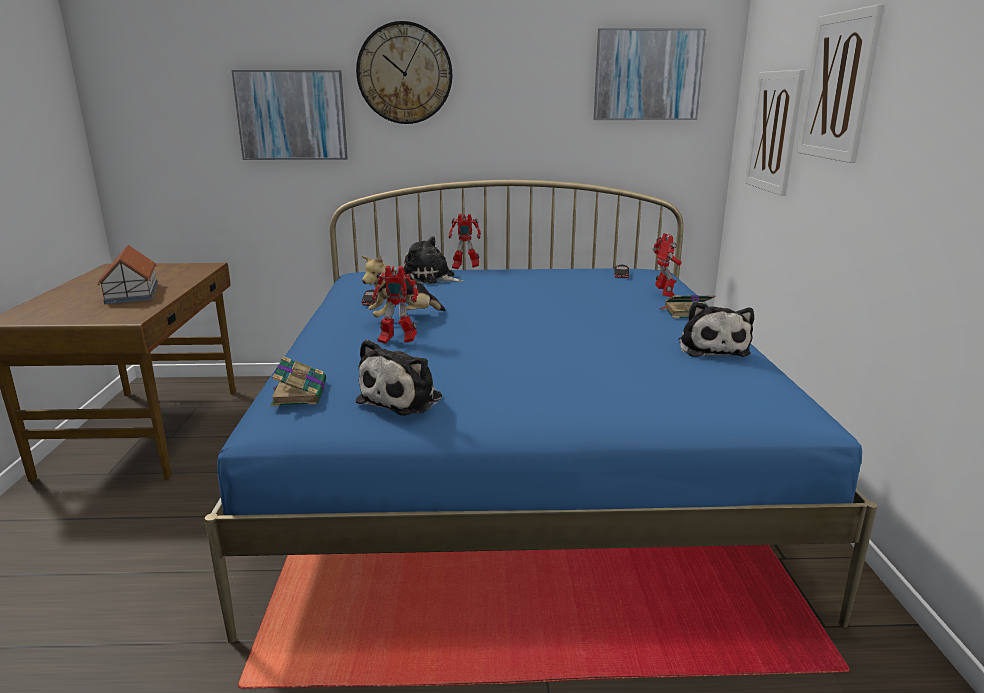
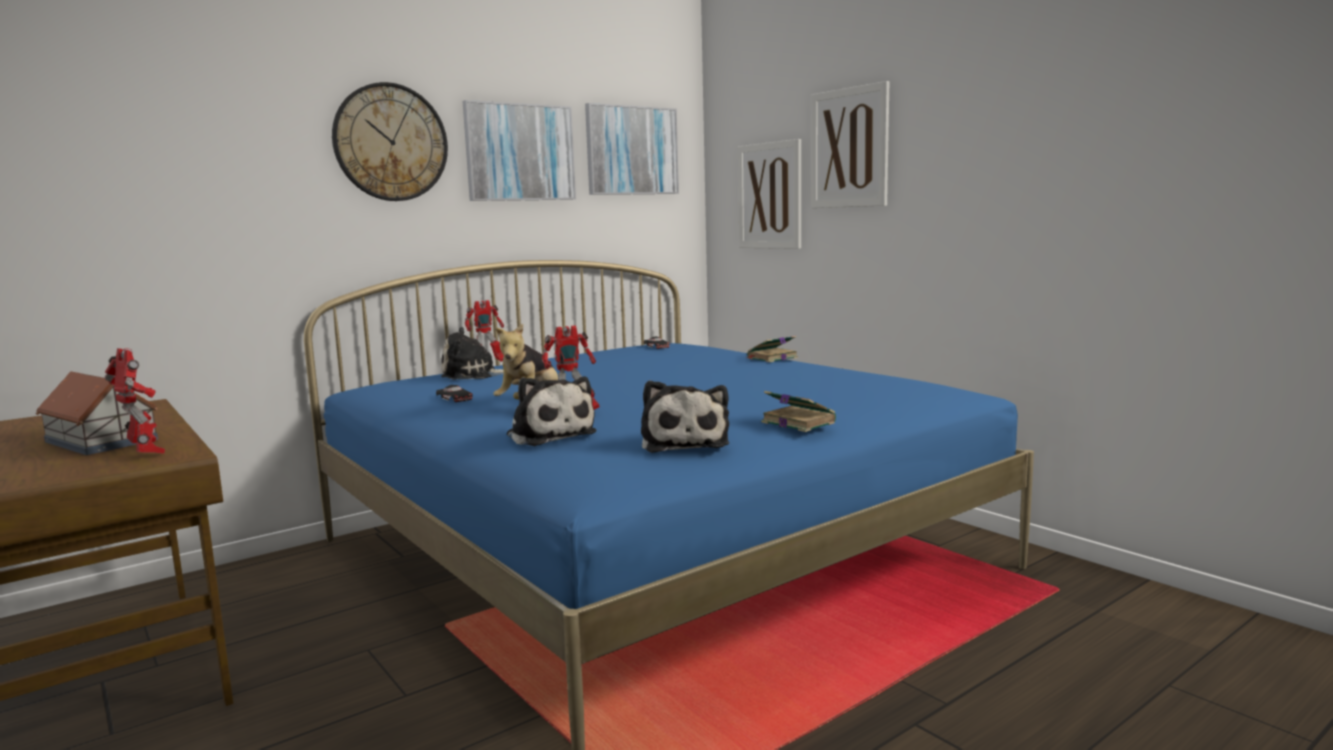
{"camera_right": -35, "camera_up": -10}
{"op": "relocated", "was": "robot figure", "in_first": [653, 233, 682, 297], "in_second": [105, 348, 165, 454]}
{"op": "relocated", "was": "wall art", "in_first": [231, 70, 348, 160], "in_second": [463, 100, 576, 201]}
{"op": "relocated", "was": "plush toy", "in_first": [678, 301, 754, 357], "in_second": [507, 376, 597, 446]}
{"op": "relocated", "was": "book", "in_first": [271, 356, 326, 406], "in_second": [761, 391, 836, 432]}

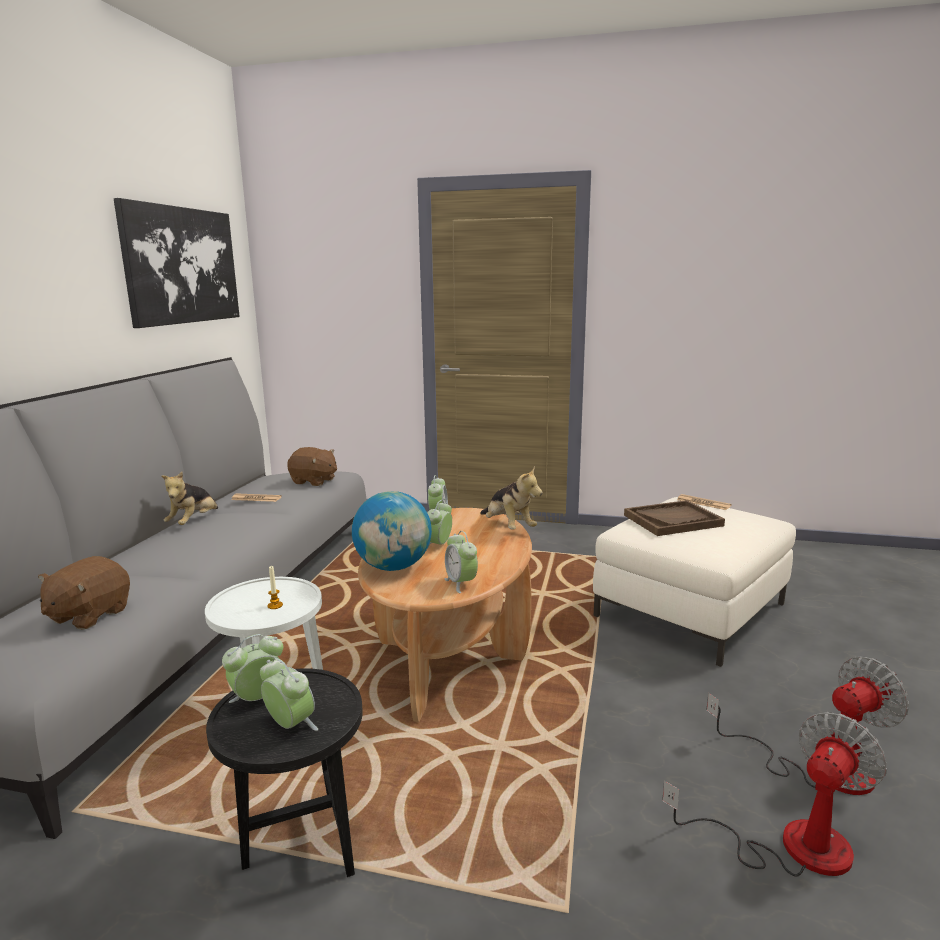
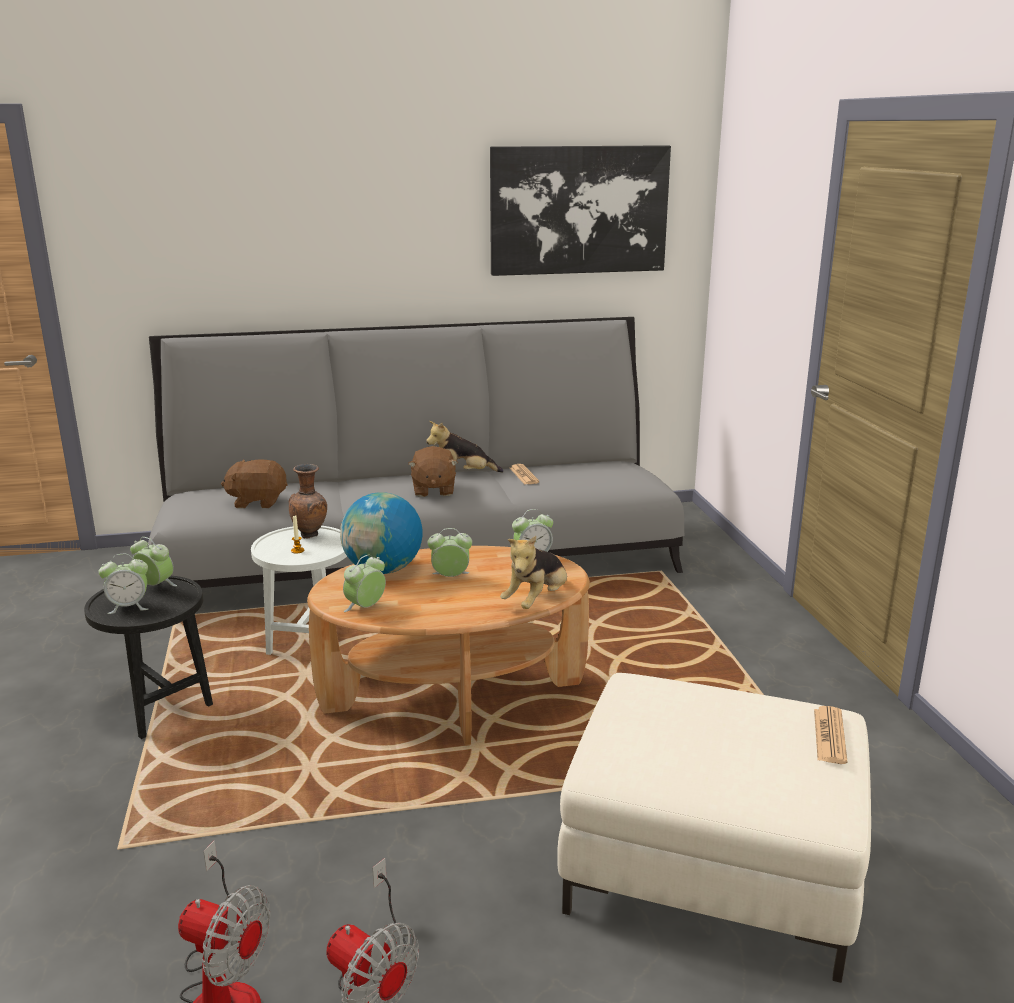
{"camera_right": 65, "camera_up": 5}
{"op": "spun", "was": "bedside clock", "in_first": [260, 658, 318, 731], "in_second": [98, 554, 148, 614], "clockwise": 60}
{"op": "appeared", "now": "vase (brownish)", "in_second": [289, 464, 327, 539]}
{"op": "relocated", "was": "plush toy (brownish)", "in_first": [287, 447, 337, 486], "in_second": [408, 446, 458, 497]}
{"op": "missing", "was": "tray (brownish)", "in_first": [624, 500, 725, 536]}

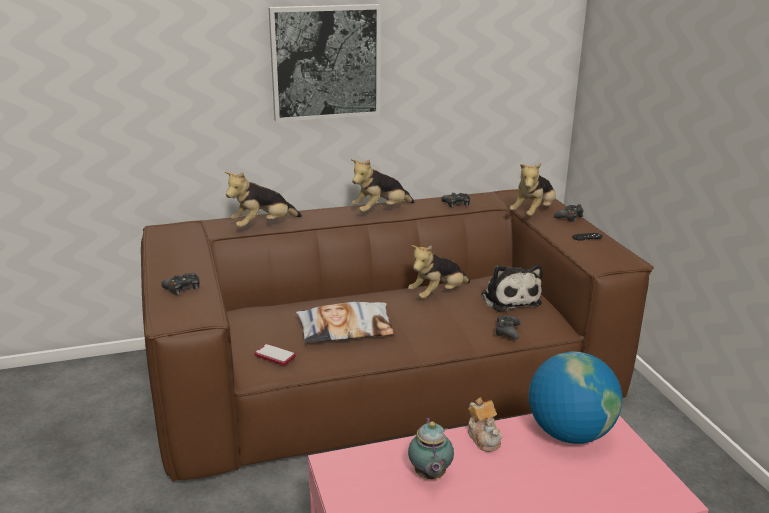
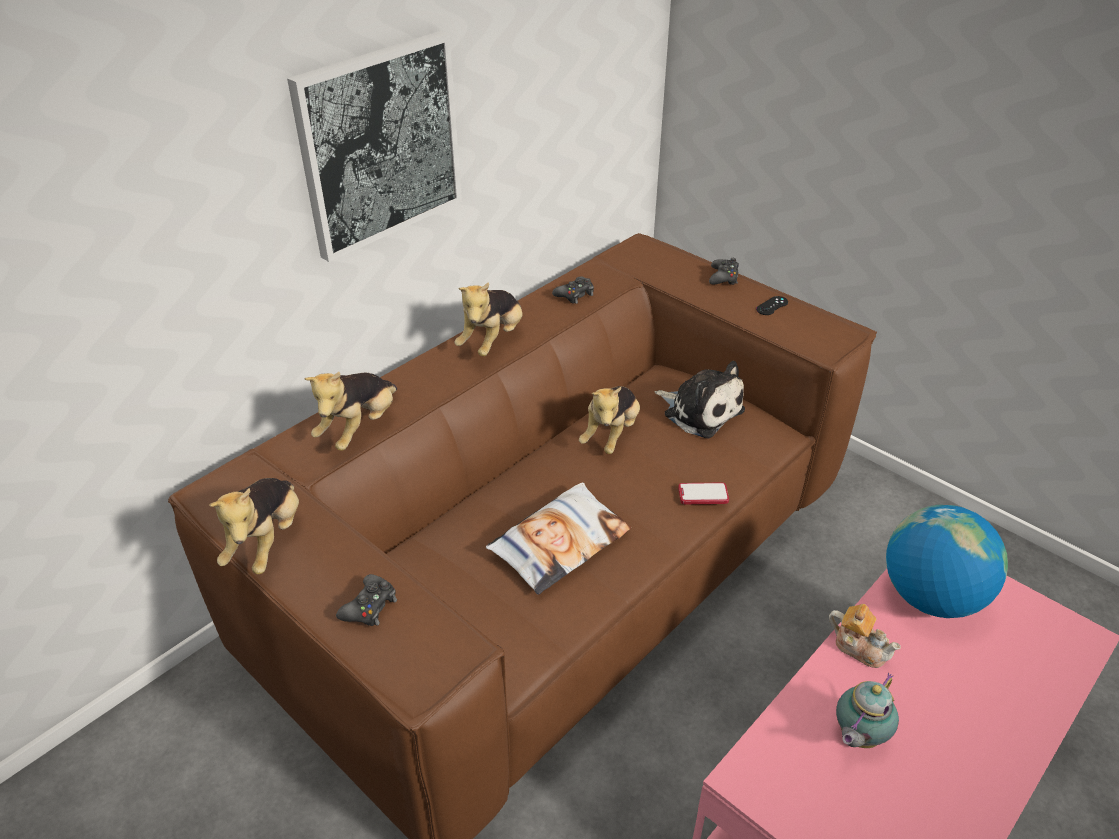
{"camera_right": -30, "camera_up": 15}
{"op": "relocated", "was": "plush toy", "in_first": [509, 162, 556, 216], "in_second": [209, 478, 299, 574]}
{"op": "relocated", "was": "handset", "in_first": [255, 344, 296, 365], "in_second": [678, 483, 729, 504]}
{"op": "spun", "was": "tea pot", "in_first": [408, 418, 454, 479], "in_second": [836, 673, 899, 748], "clockwise": 75}
{"op": "missing", "was": "game controller (blackish)", "in_first": [494, 315, 521, 339]}

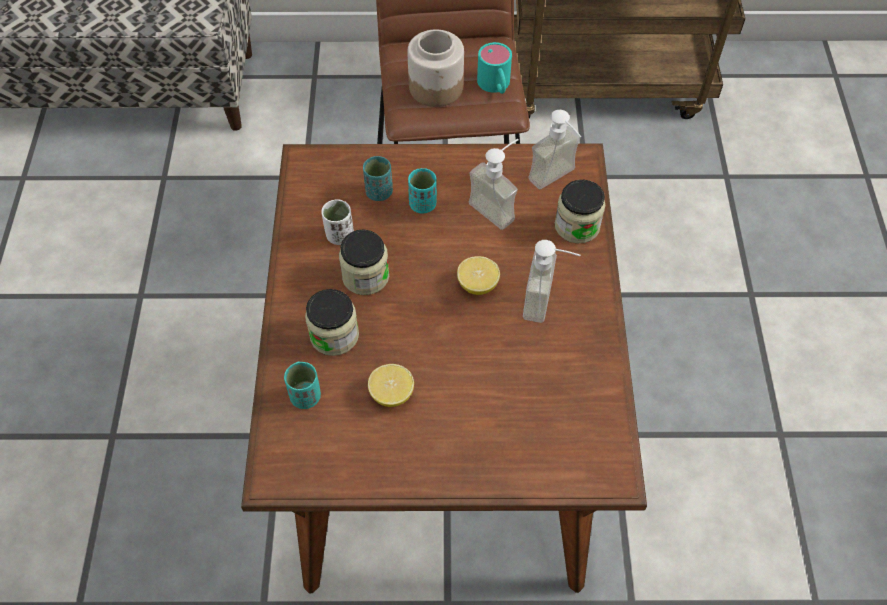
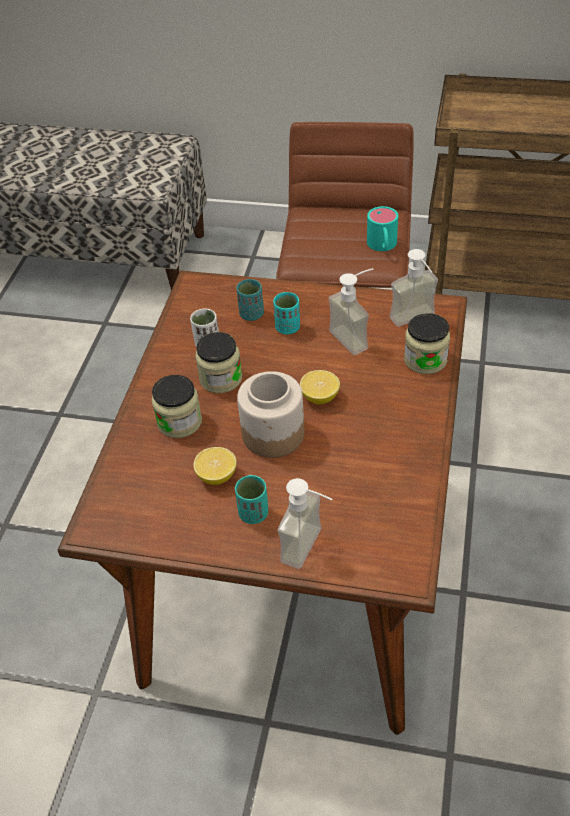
{"camera_right": 15, "camera_up": -10}
{"op": "relocated", "was": "small cup (turquoise)", "in_first": [284, 361, 321, 409], "in_second": [235, 475, 268, 524]}
{"op": "relocated", "was": "preserve jar", "in_first": [407, 30, 464, 107], "in_second": [237, 371, 304, 458]}
{"op": "relocated", "was": "soap bottle", "in_first": [523, 240, 580, 323], "in_second": [277, 478, 332, 569]}

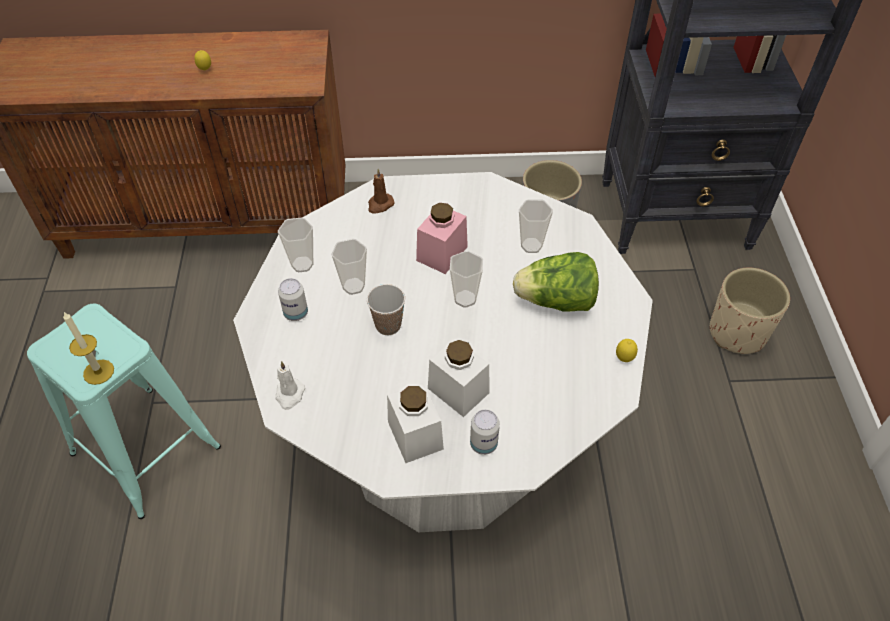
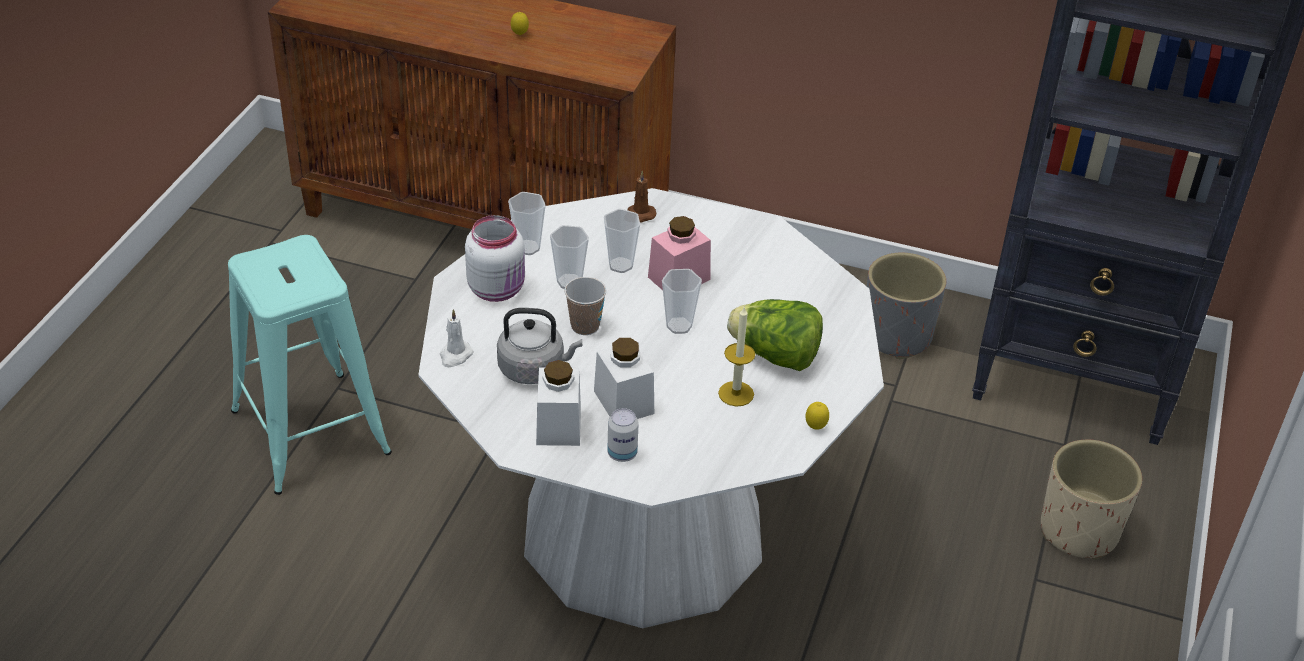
{"camera_right": 20, "camera_up": -10}
{"op": "exchanged", "was": "metal can", "now": "preserve jar (white)", "in_first": [278, 278, 308, 321], "in_second": [465, 215, 525, 302]}
{"op": "appeared", "now": "water kettle (gray)", "in_second": [497, 308, 582, 384]}
{"op": "relocated", "was": "small cup", "in_first": [519, 199, 553, 253], "in_second": [604, 209, 640, 273]}
{"op": "relocated", "was": "wax candle", "in_first": [63, 312, 114, 385], "in_second": [718, 307, 755, 407]}

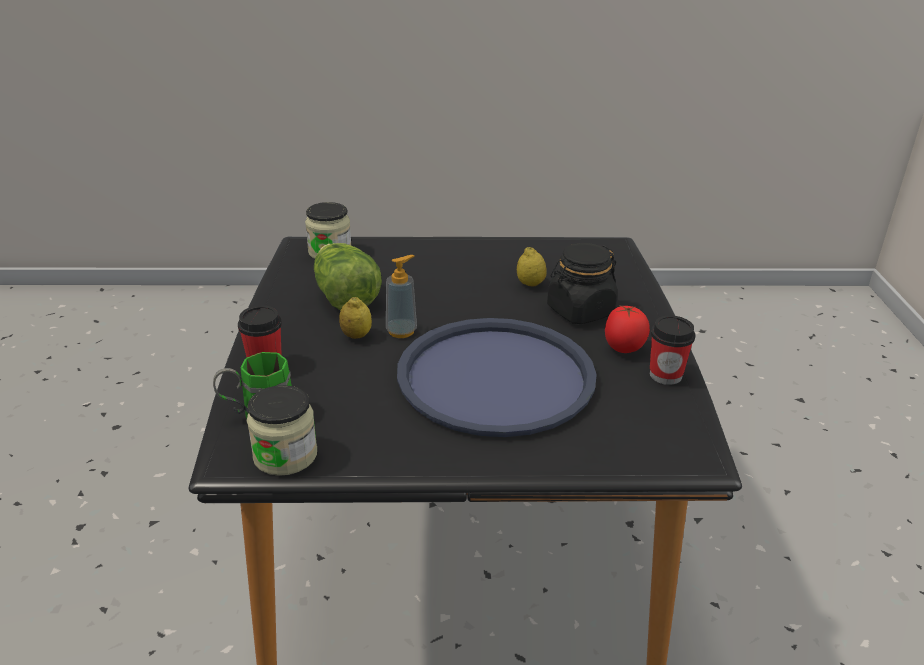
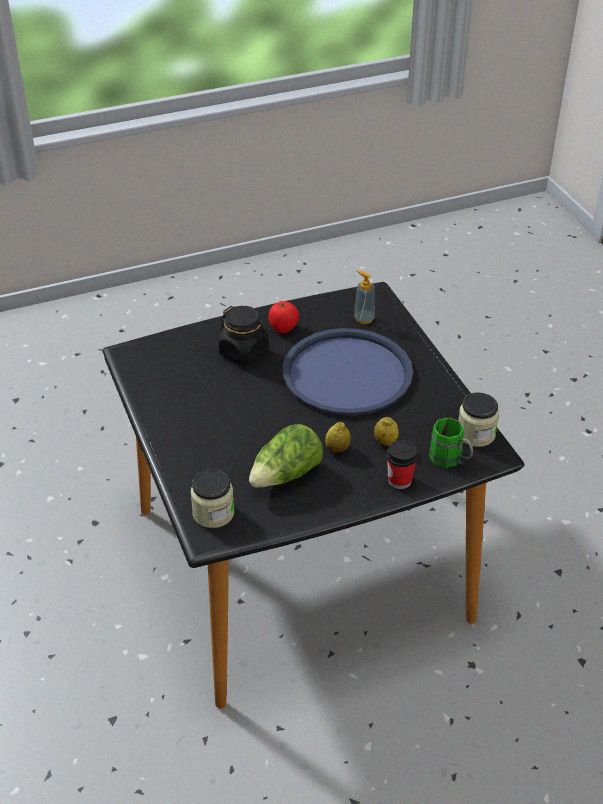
{"camera_right": -110, "camera_up": 10}
{"op": "relocated", "was": "soap bottle", "in_first": [386, 255, 417, 338], "in_second": [354, 270, 375, 324]}
{"op": "relocated", "was": "whole lemon", "in_first": [517, 247, 547, 287], "in_second": [374, 417, 399, 446]}
{"op": "missing", "was": "small cup", "in_first": [650, 315, 695, 385]}

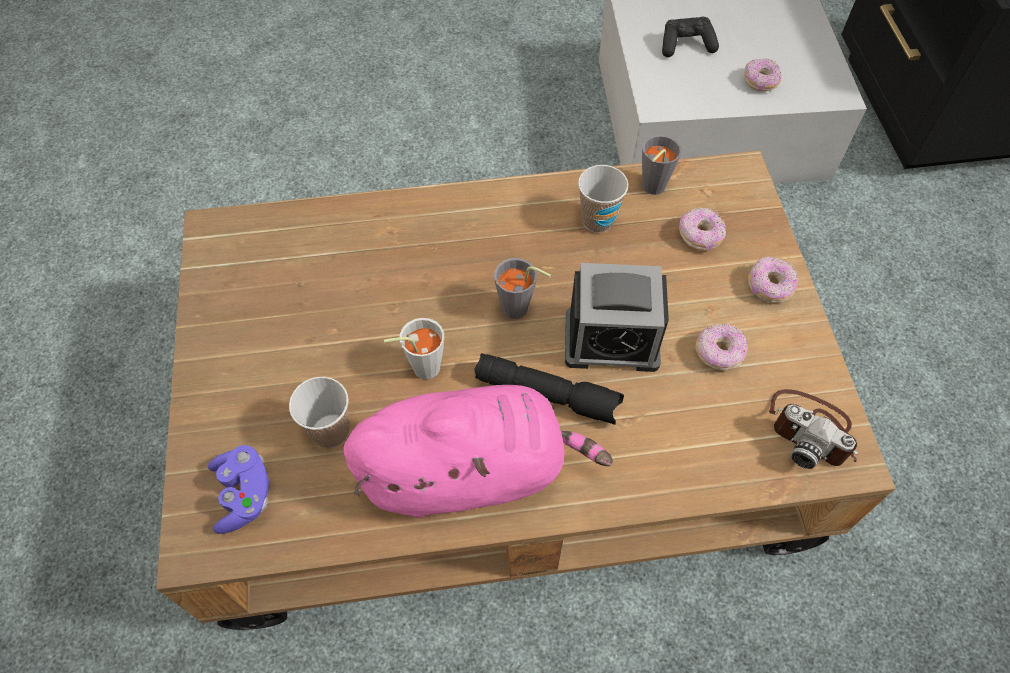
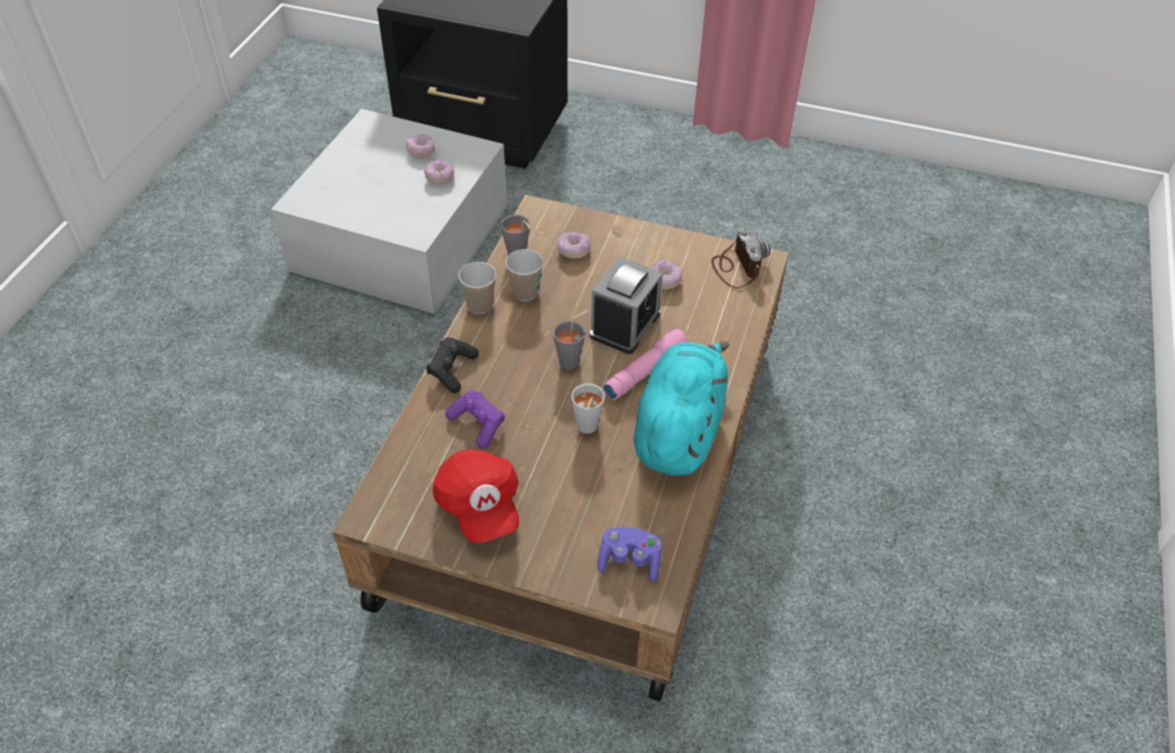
{"camera_right": -65, "camera_up": -10}
{"op": "relocated", "was": "doughnut", "in_first": [748, 256, 798, 303], "in_second": [406, 134, 435, 158]}
{"op": "relocated", "was": "game controller (blackish)", "in_first": [662, 17, 719, 57], "in_second": [426, 337, 479, 393]}
{"op": "appeared", "now": "cap (reddish)", "in_second": [433, 449, 519, 543]}
{"op": "appeared", "now": "game controller (purplish)", "in_second": [445, 390, 505, 449]}
{"op": "relocated", "was": "small cup", "in_first": [289, 377, 350, 448], "in_second": [458, 262, 496, 314]}
{"op": "colour", "was": "flashlight (blackish)", "now": "flashlight (pink)", "in_first": [474, 353, 624, 425], "in_second": [604, 329, 690, 400]}
{"op": "colour", "was": "plush toy (pink)", "now": "plush toy (turquoise)", "in_first": [343, 385, 613, 517], "in_second": [634, 341, 729, 476]}
{"op": "spun", "was": "still camera", "in_first": [769, 389, 858, 469], "in_second": [711, 230, 770, 288], "clockwise": -75}

